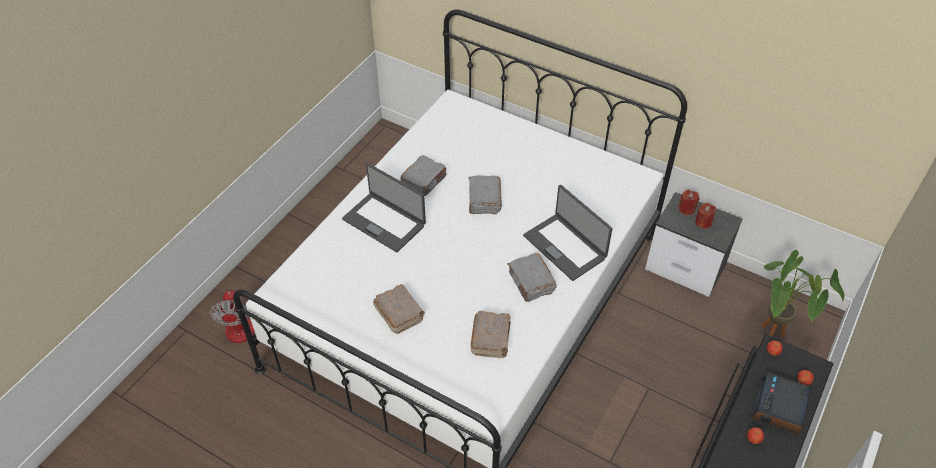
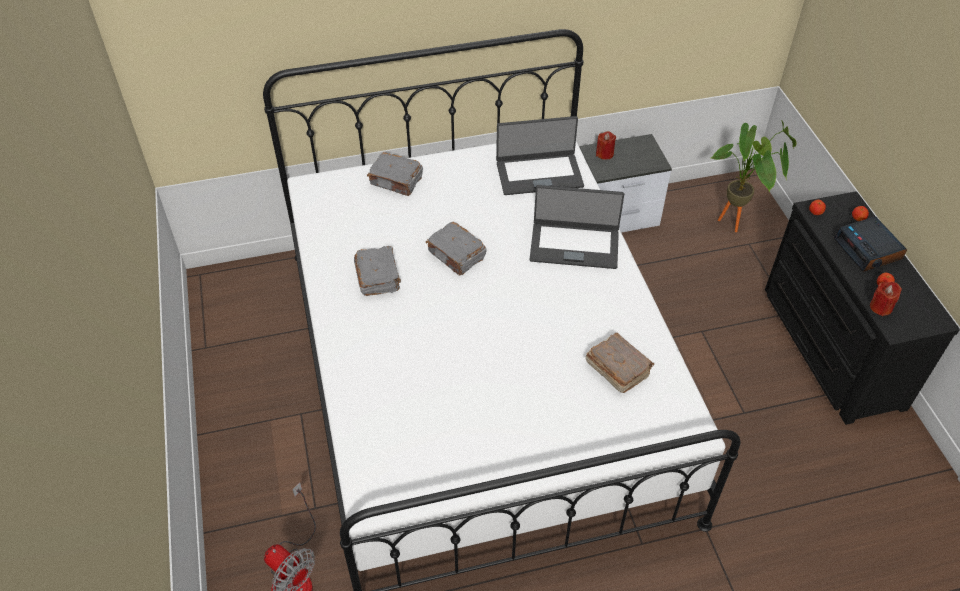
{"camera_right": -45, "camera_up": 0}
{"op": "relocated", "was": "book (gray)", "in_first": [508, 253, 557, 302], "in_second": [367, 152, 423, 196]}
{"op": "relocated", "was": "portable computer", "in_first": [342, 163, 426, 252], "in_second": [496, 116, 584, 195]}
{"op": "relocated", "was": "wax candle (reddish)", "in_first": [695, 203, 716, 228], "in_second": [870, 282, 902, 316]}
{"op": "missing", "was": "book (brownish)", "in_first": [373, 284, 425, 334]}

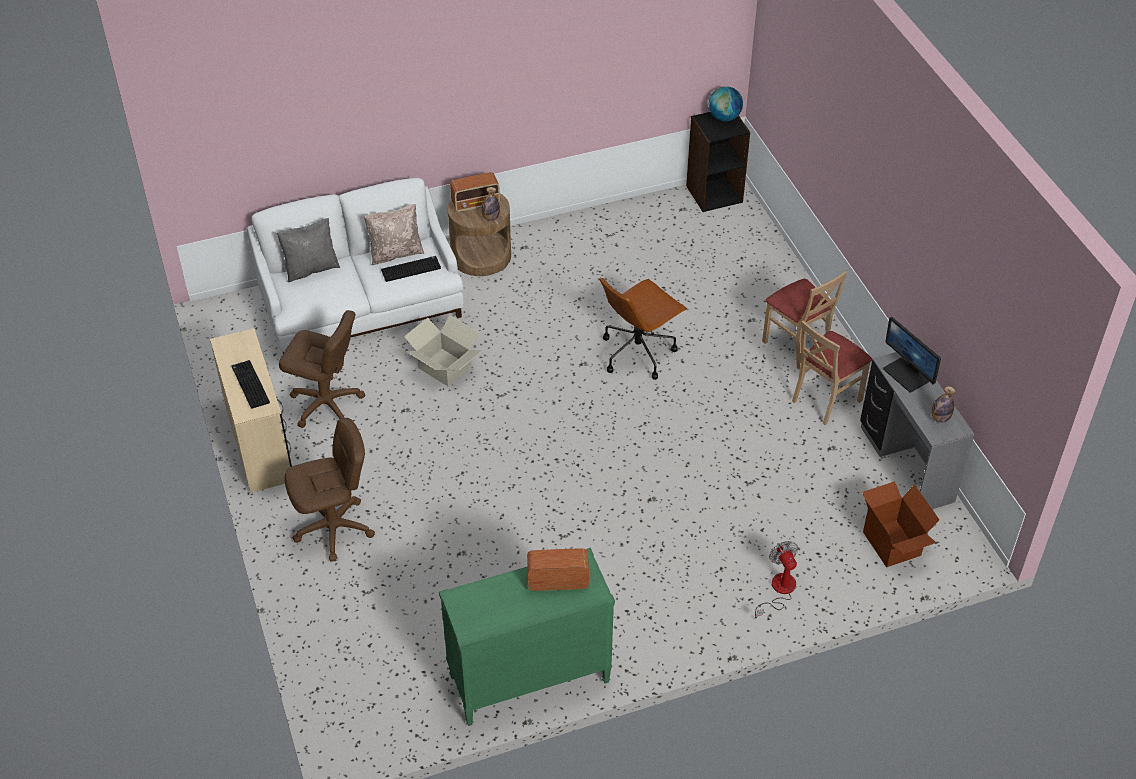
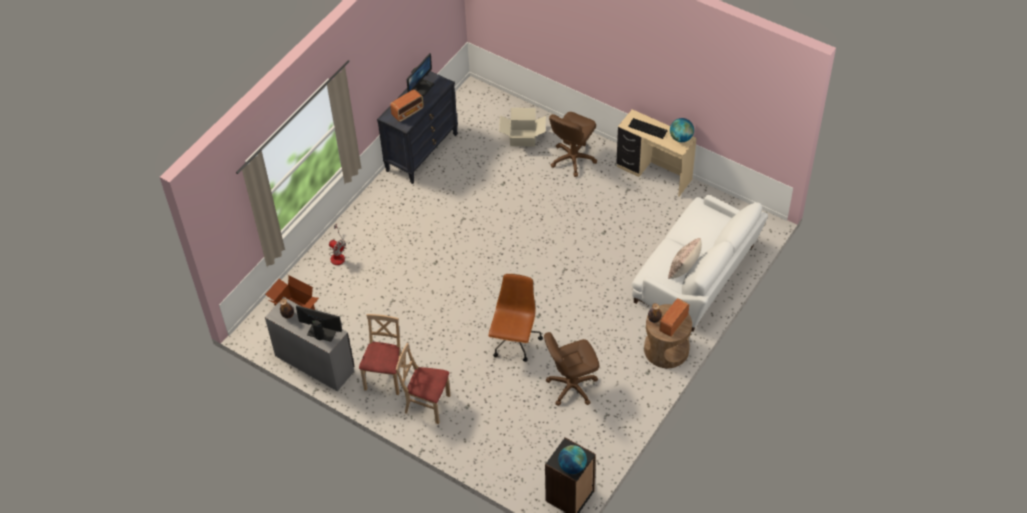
{"camera_right": 145, "camera_up": 5}
{"op": "colour", "was": "drawer chest (greenish)", "now": "drawer chest (blackish)", "in_first": [439, 548, 615, 726], "in_second": [377, 71, 458, 184]}
{"op": "appeared", "now": "computer display", "in_second": [407, 53, 434, 97]}
{"op": "relocated", "was": "cardboard box", "in_first": [404, 315, 483, 386], "in_second": [499, 108, 546, 147]}
{"op": "relocated", "was": "desk chair (brownish)", "in_first": [279, 310, 365, 428], "in_second": [544, 332, 599, 406]}
{"op": "appeared", "now": "world globe", "in_second": [670, 118, 694, 142]}
{"op": "missing", "was": "throw pillow (gray)", "in_first": [277, 218, 340, 282]}
{"op": "missing", "was": "keyboard", "in_first": [381, 256, 441, 282]}

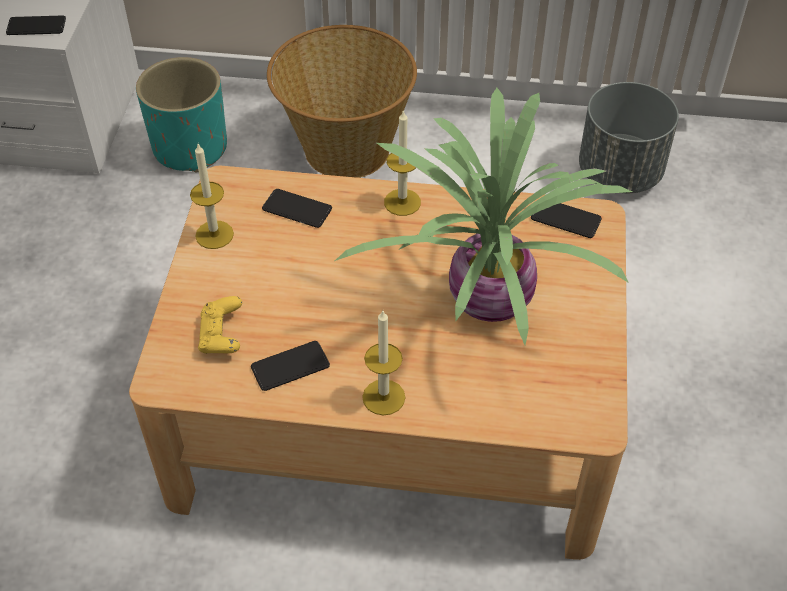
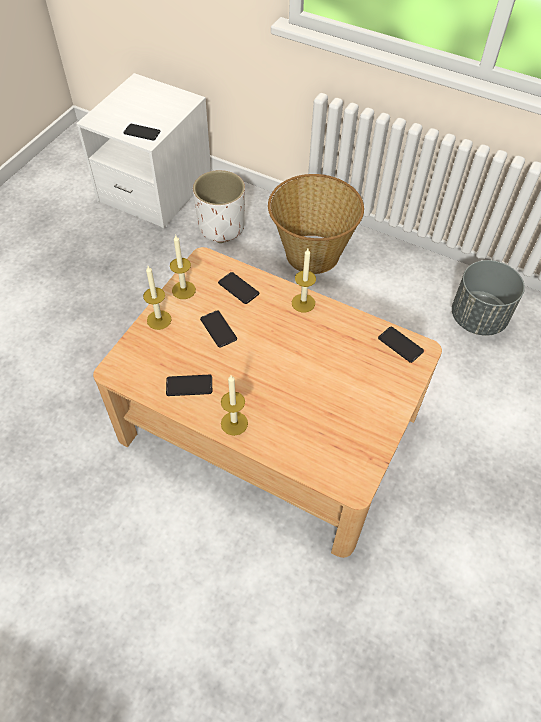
{"camera_right": 20, "camera_up": 5}
{"op": "appeared", "now": "wax candle", "in_second": [143, 266, 171, 330]}
{"op": "colour", "was": "flower pot (turquoise)", "now": "flower pot (white)", "in_first": [136, 57, 227, 172], "in_second": [193, 170, 245, 243]}
{"op": "appeared", "now": "handset", "in_second": [200, 311, 237, 348]}
{"op": "missing", "was": "game controller (yellow-coloured)", "in_first": [198, 296, 242, 354]}
{"op": "missing", "was": "plant in a pot", "in_first": [335, 88, 632, 345]}

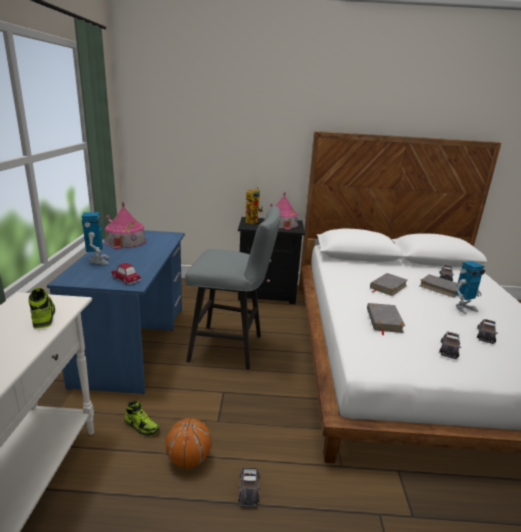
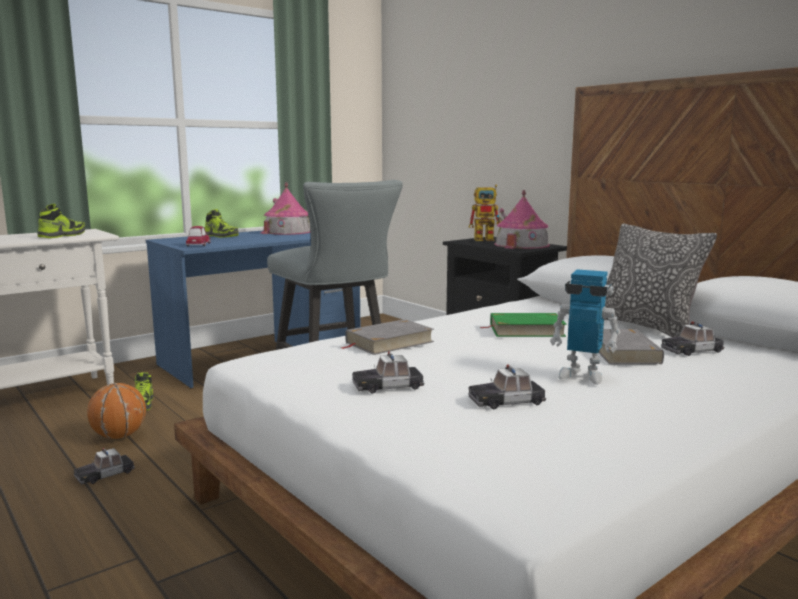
{"camera_right": 50, "camera_up": -10}
{"op": "exchanged", "was": "robot figure", "now": "item of footwear", "in_first": [82, 212, 110, 265], "in_second": [205, 209, 239, 238]}
{"op": "colour", "was": "book (gray)", "now": "book (greenish)", "in_first": [370, 273, 408, 296], "in_second": [480, 313, 567, 337]}
{"op": "appeared", "now": "throw pillow", "in_second": [604, 224, 717, 337]}

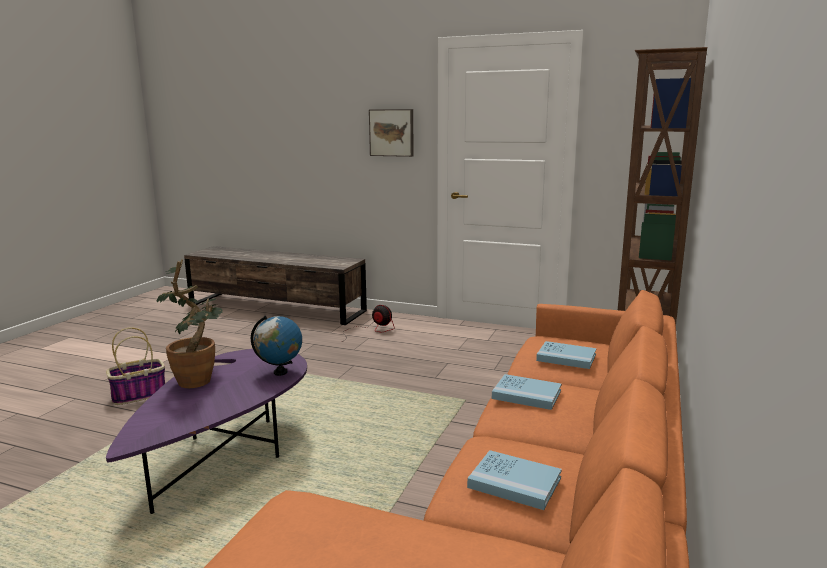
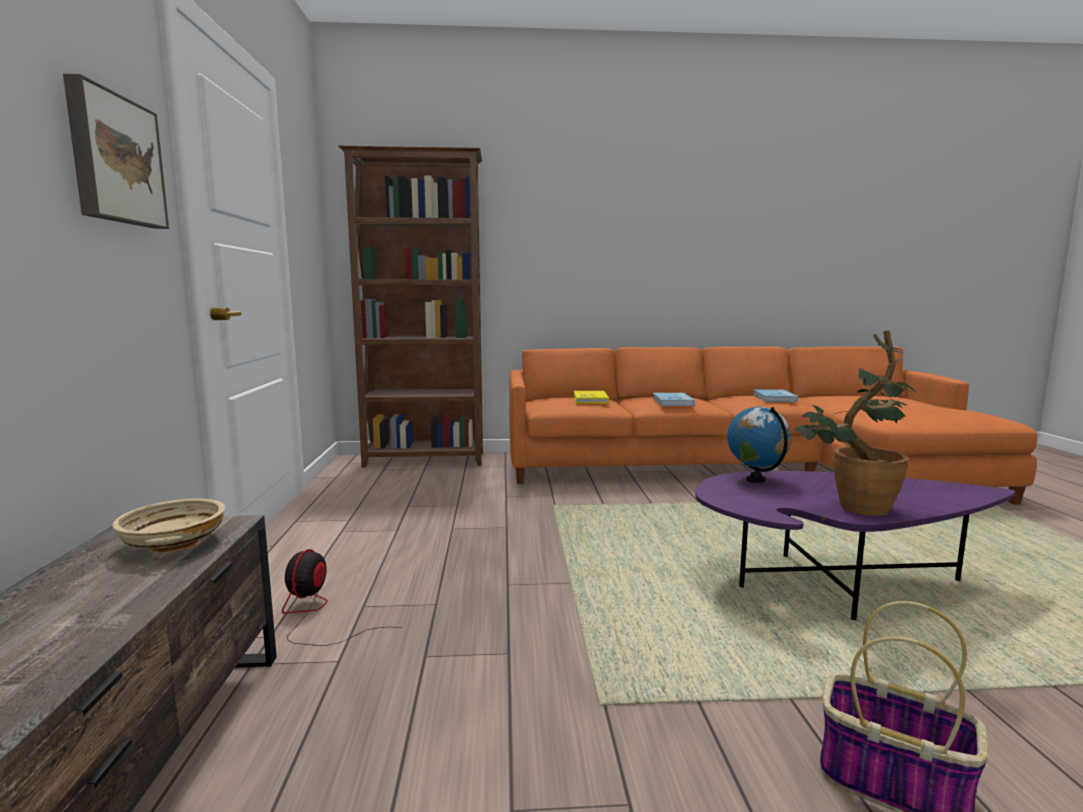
{"camera_right": -115, "camera_up": -5}
{"op": "appeared", "now": "bowl (beige-coloured)", "in_second": [112, 498, 225, 553]}
{"op": "colour", "was": "book (blue-coloured)", "now": "book (yellow-coloured)", "in_first": [536, 341, 596, 369], "in_second": [573, 391, 609, 404]}

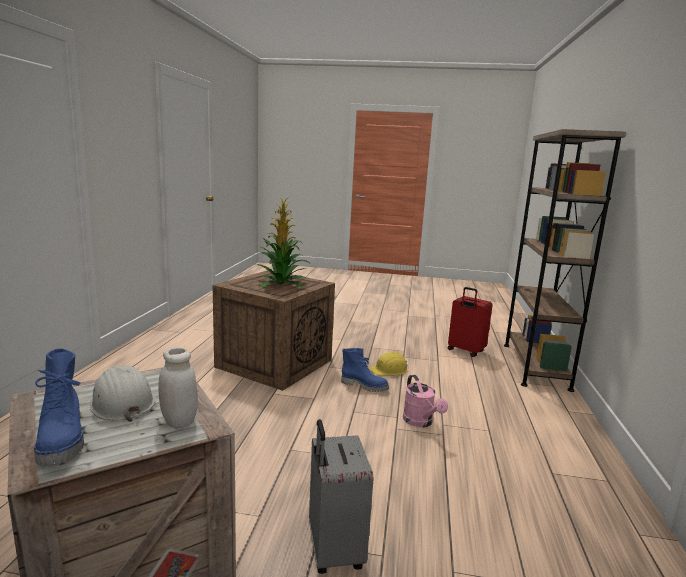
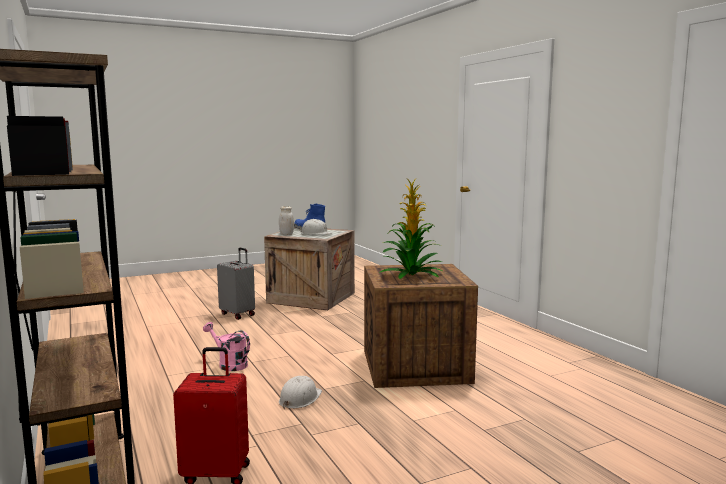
{"camera_right": 145, "camera_up": -5}
{"op": "colour", "was": "work helmet (yellow-coloured)", "now": "work helmet (white)", "in_first": [370, 352, 408, 376], "in_second": [279, 376, 322, 409]}
{"op": "missing", "was": "high-top boot (blue-coloured)", "in_first": [341, 348, 389, 392]}

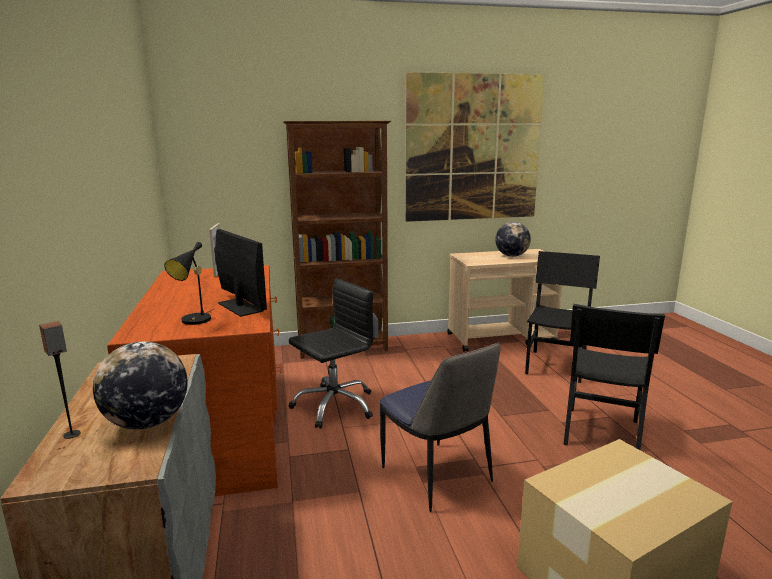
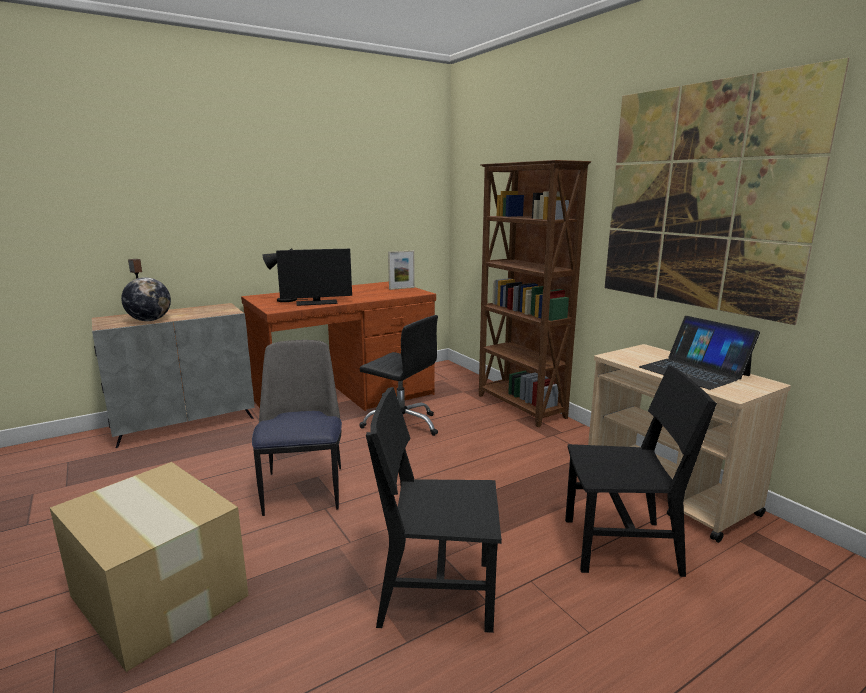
{"camera_right": 70, "camera_up": 0}
{"op": "spun", "was": "chair", "in_first": [380, 343, 500, 512], "in_second": [252, 340, 342, 516], "clockwise": 135}
{"op": "spun", "was": "computer display", "in_first": [215, 229, 267, 317], "in_second": [276, 249, 352, 306], "clockwise": 45}
{"op": "exchanged", "was": "world globe", "now": "portable computer", "in_first": [495, 222, 531, 257], "in_second": [639, 316, 760, 390]}

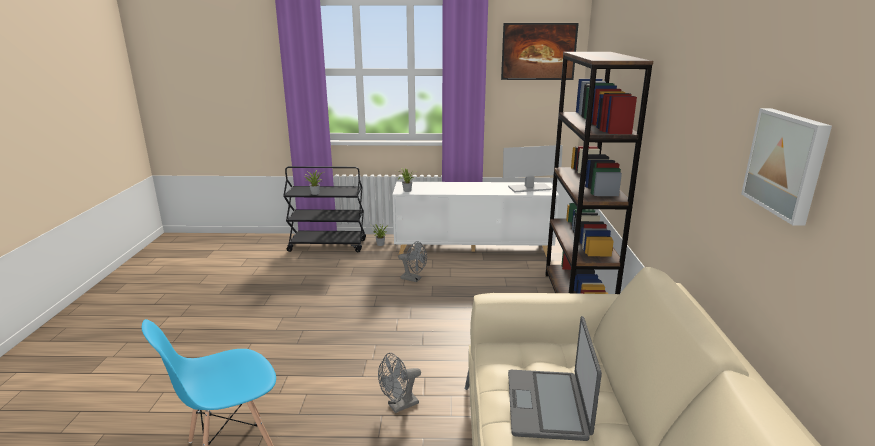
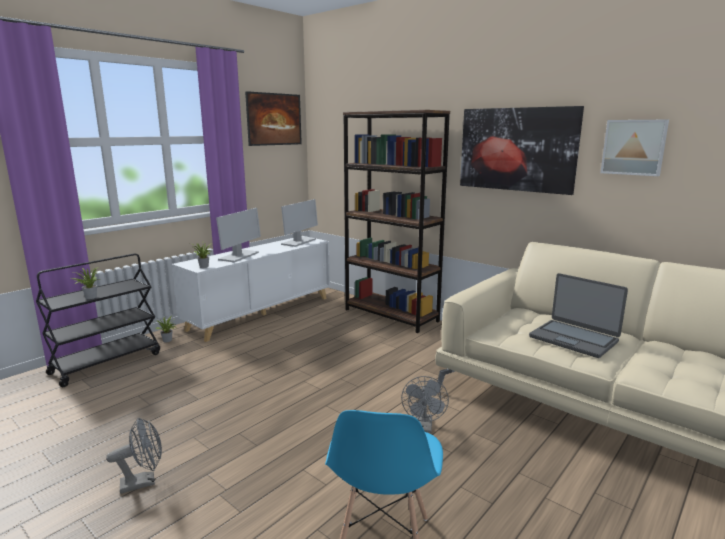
{"camera_right": -50, "camera_up": -5}
{"op": "relocated", "was": "cooling fan (gray)", "in_first": [398, 241, 427, 282], "in_second": [106, 418, 162, 494]}
{"op": "appeared", "now": "computer display", "in_second": [216, 208, 261, 262]}
{"op": "appeared", "now": "wall art", "in_second": [460, 106, 584, 195]}

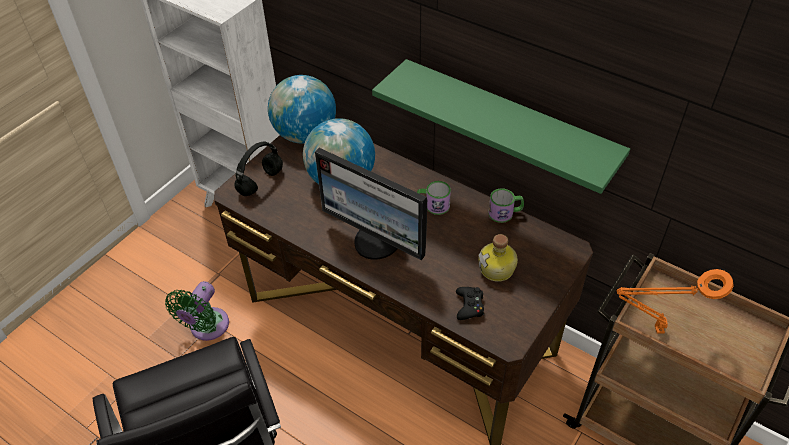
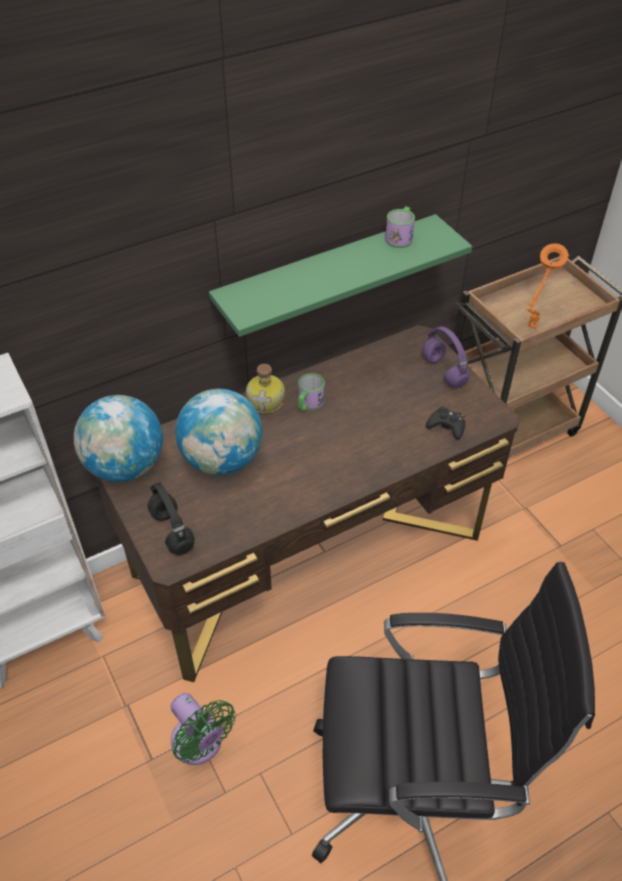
{"camera_right": -65, "camera_up": 0}
{"op": "relocated", "was": "beverage bottle", "in_first": [479, 234, 518, 282], "in_second": [246, 364, 285, 413]}
{"op": "relocated", "was": "tea mug", "in_first": [488, 188, 524, 223], "in_second": [385, 207, 415, 248]}
{"op": "appeared", "now": "headset (purplish)", "in_second": [422, 327, 469, 388]}
{"op": "missing", "was": "computer display", "in_first": [315, 148, 427, 260]}

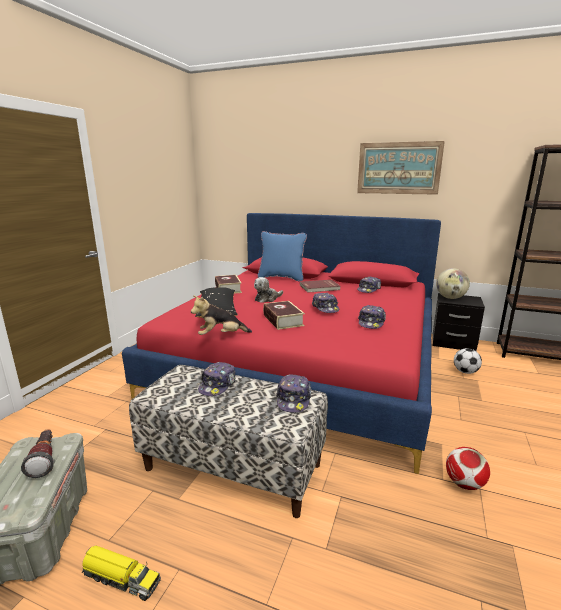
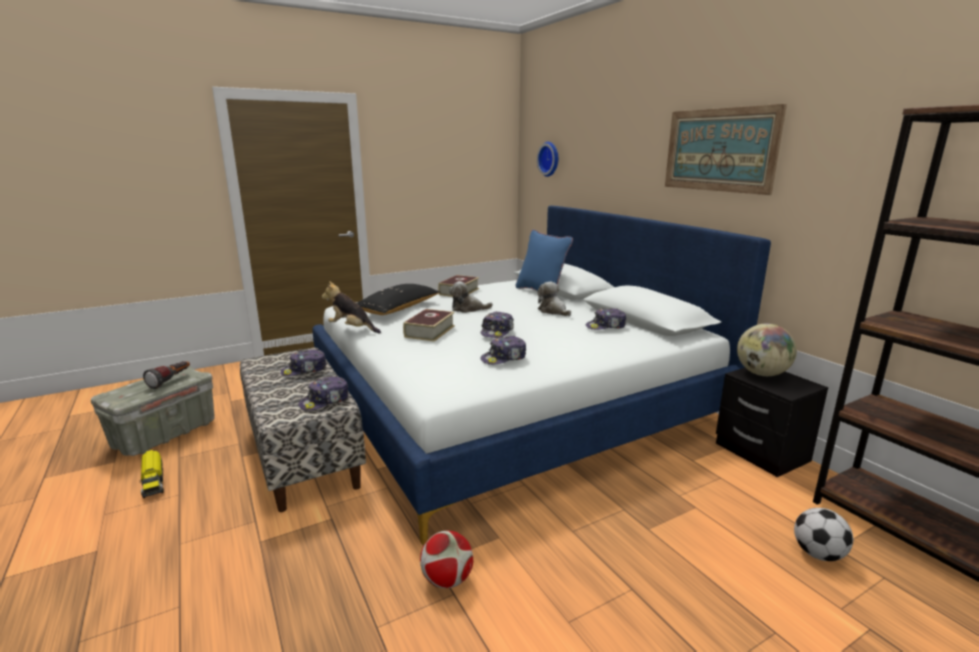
{"camera_right": 40, "camera_up": 0}
{"op": "colour", "was": "bedroom bed (reddish)", "now": "bedroom bed (white)", "in_first": [122, 213, 441, 474], "in_second": [313, 206, 771, 545]}
{"op": "appeared", "now": "clock on the wall", "in_second": [537, 142, 558, 177]}
{"op": "exchanged", "was": "book (reddish)", "now": "plush toy", "in_first": [300, 280, 340, 293], "in_second": [538, 282, 571, 316]}
{"op": "relocated", "was": "football", "in_first": [454, 348, 482, 374], "in_second": [794, 508, 853, 561]}

